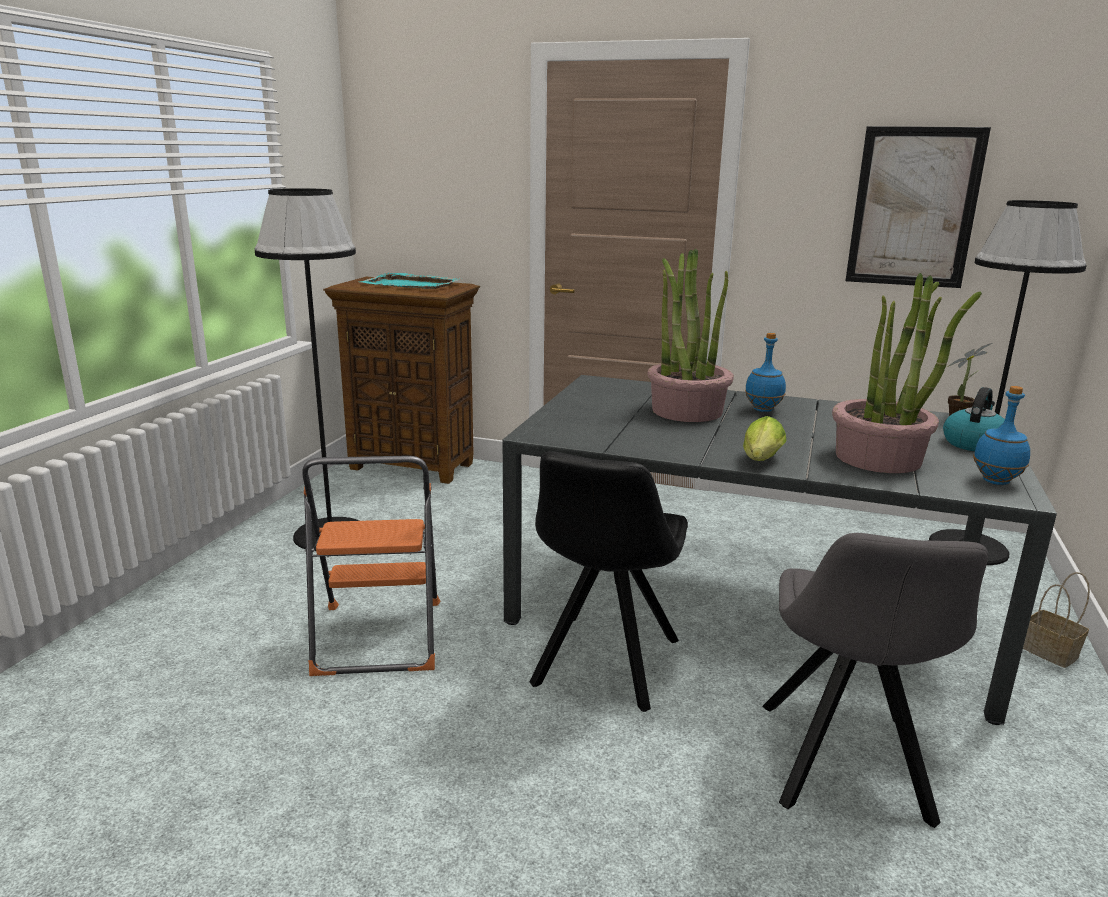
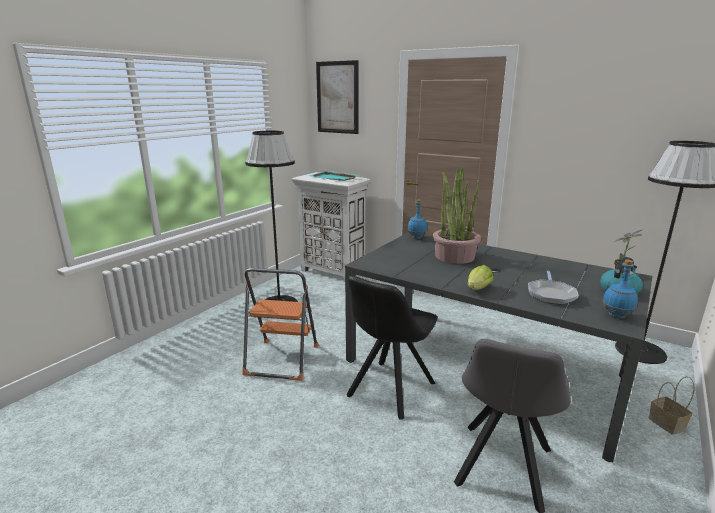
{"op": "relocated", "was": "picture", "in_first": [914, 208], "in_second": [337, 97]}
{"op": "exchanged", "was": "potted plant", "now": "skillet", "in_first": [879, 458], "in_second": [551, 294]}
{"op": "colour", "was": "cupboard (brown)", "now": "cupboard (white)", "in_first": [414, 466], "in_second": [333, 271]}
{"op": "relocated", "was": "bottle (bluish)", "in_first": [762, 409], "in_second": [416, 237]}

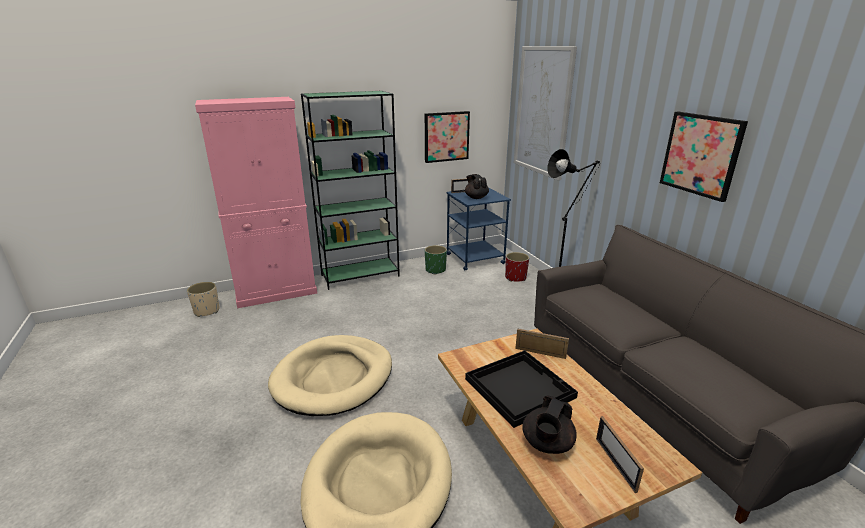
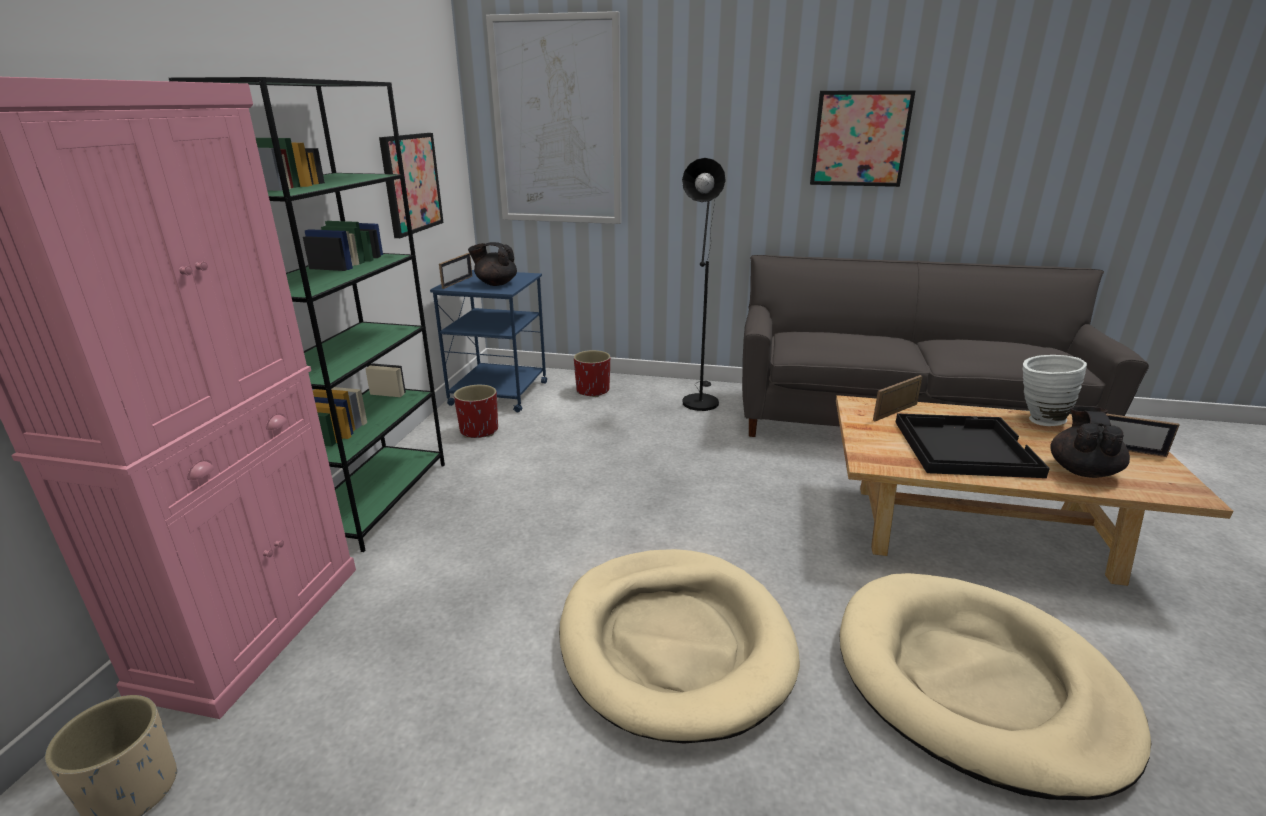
{"op": "colour", "was": "planter (green-coloured)", "now": "planter (reddish)", "in_first": [435, 270], "in_second": [479, 430]}
{"op": "spun", "was": "teapot (black-coloured)", "in_first": [547, 444], "in_second": [1082, 470], "clockwise": -135}
{"op": "appeared", "now": "decorative vase (white)", "in_second": [1037, 420]}

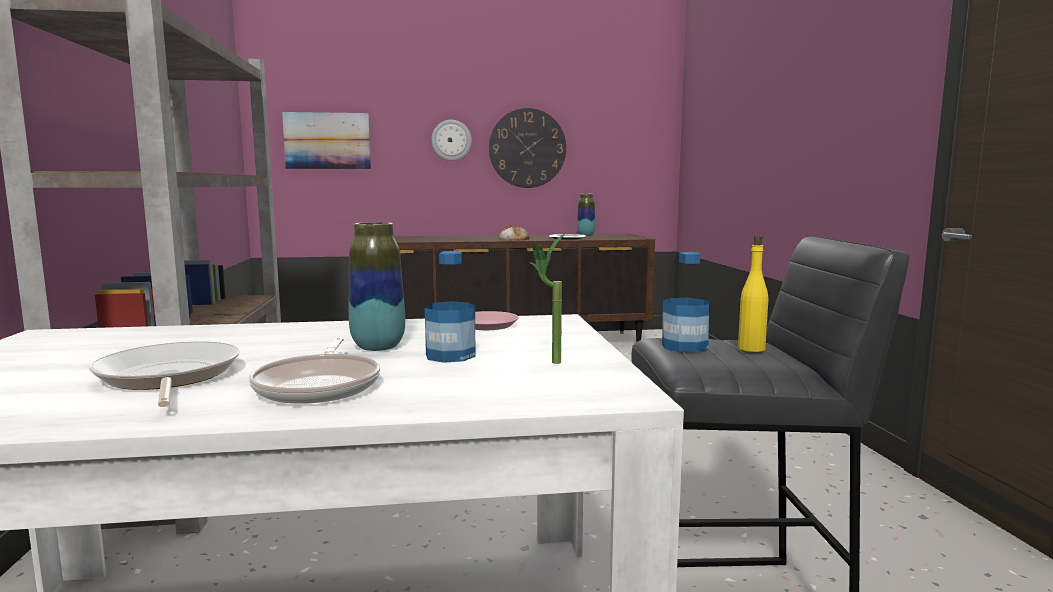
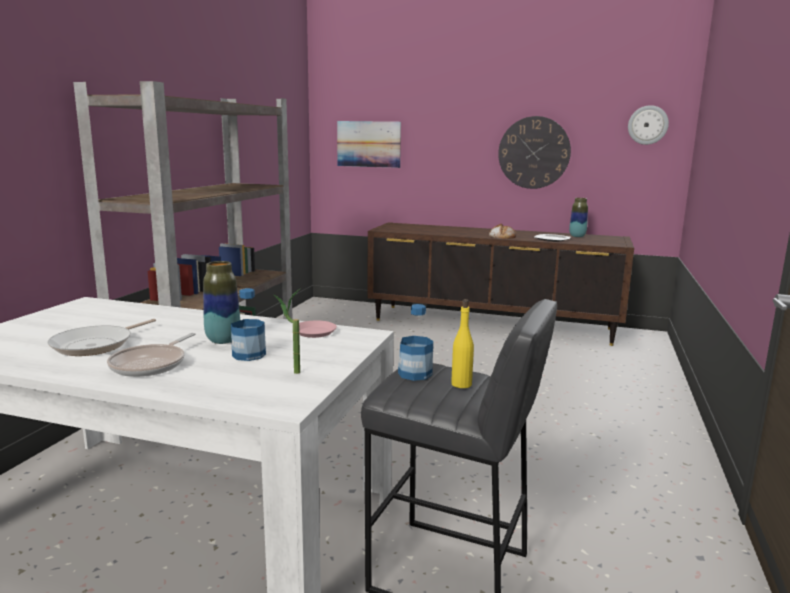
{"op": "relocated", "was": "hanging clock", "in_first": [451, 140], "in_second": [647, 125]}
{"op": "spun", "was": "skillet", "in_first": [168, 377], "in_second": [96, 345], "clockwise": -150}

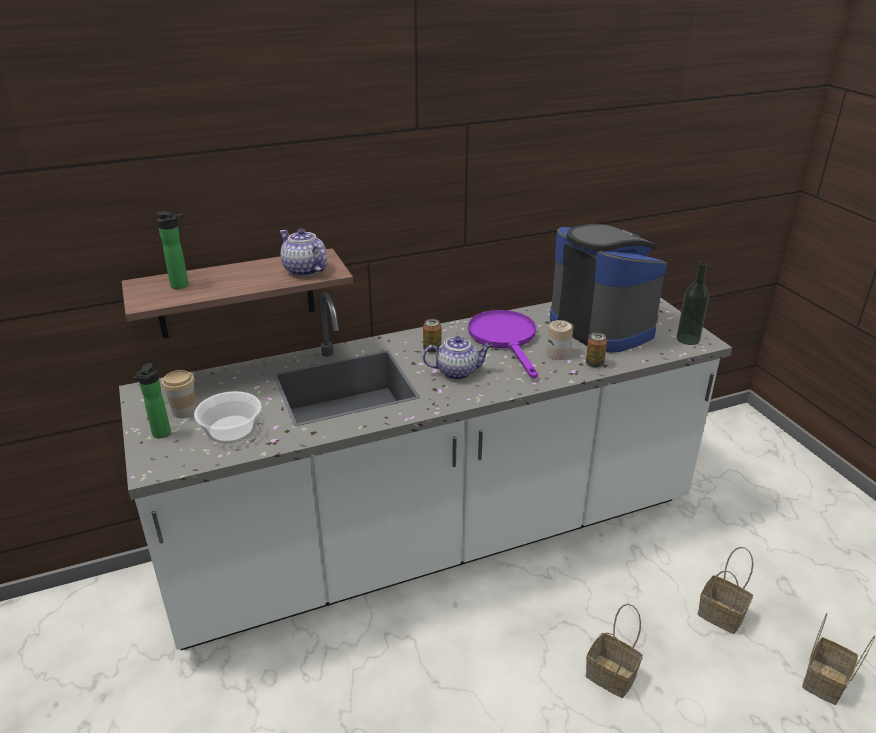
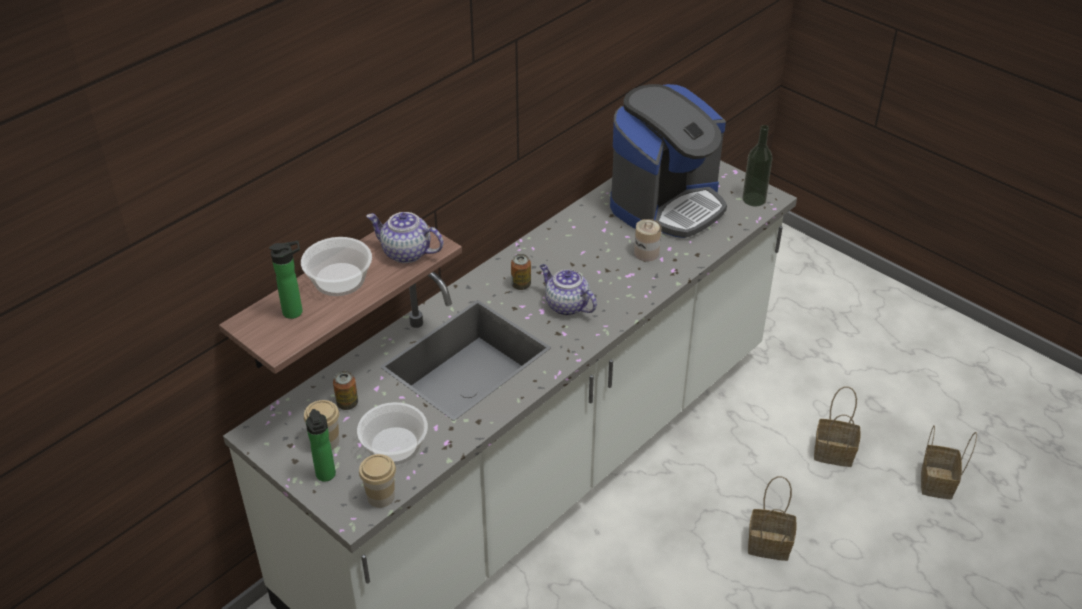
{"op": "spun", "was": "coffee maker", "in_first": [602, 325], "in_second": [667, 204], "clockwise": 105}
{"op": "missing", "was": "skillet (purple)", "in_first": [505, 339]}
{"op": "relocated", "was": "sealed can", "in_first": [594, 364], "in_second": [347, 403]}
{"op": "spun", "was": "teapot", "in_first": [458, 372], "in_second": [566, 305], "clockwise": -105}
{"op": "appeared", "now": "bowl", "in_second": [338, 279]}
{"op": "appeared", "now": "drinking cup", "in_second": [381, 497]}

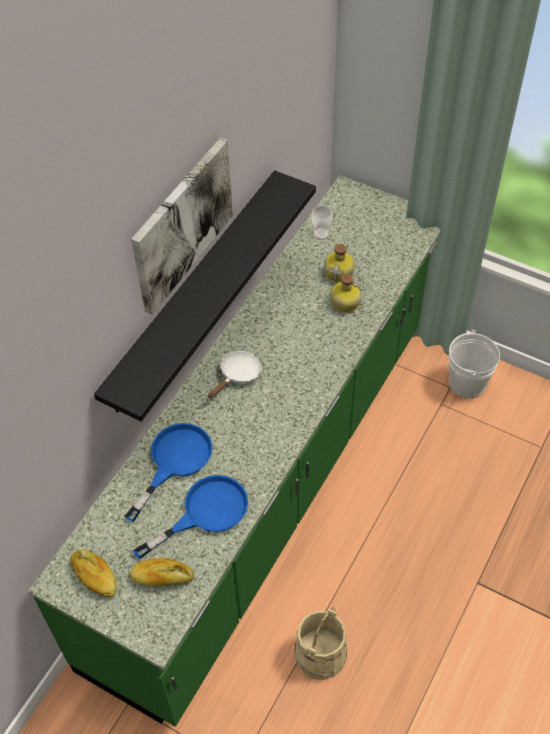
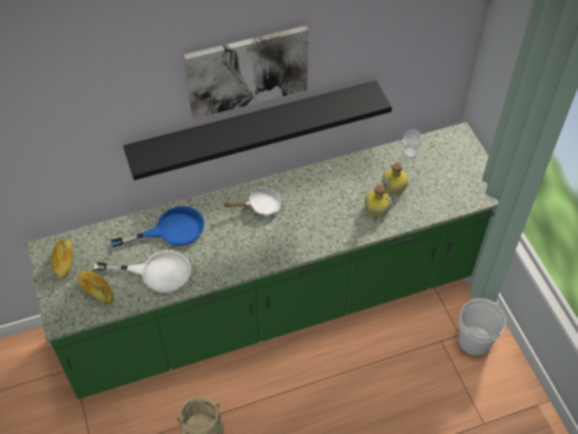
{"op": "colour", "was": "skillet (bluish)", "now": "skillet (white)", "in_first": [205, 512], "in_second": [156, 272]}

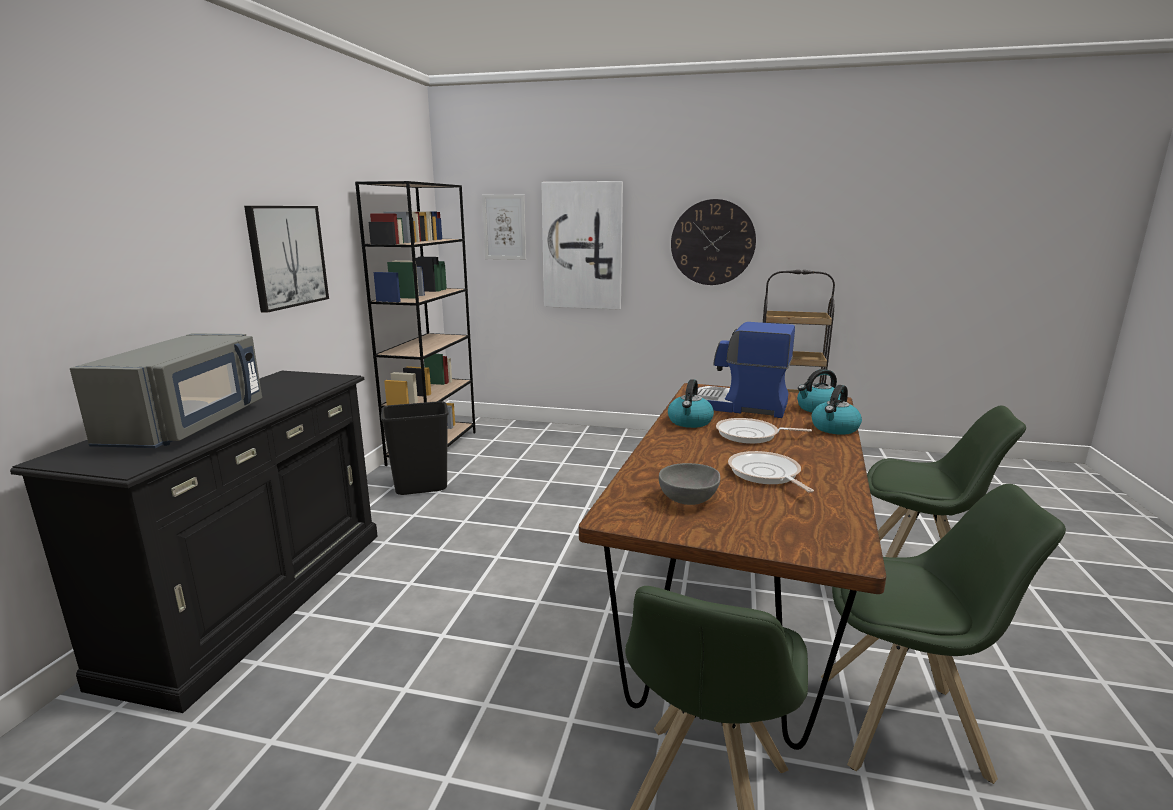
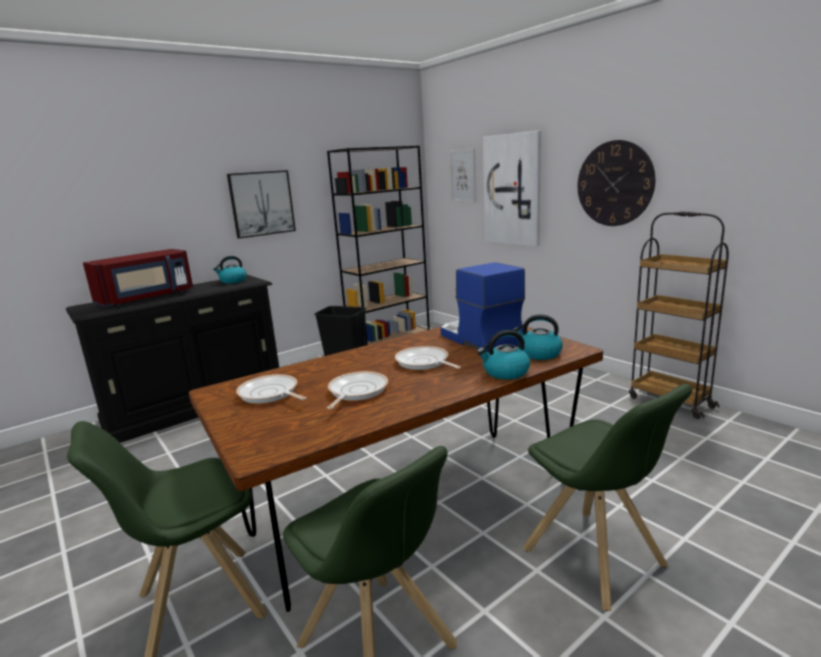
{"op": "colour", "was": "microwave oven (greyish)", "now": "microwave oven (reddish)", "in_first": [190, 425], "in_second": [147, 298]}
{"op": "relocated", "was": "kettle", "in_first": [690, 422], "in_second": [233, 281]}
{"op": "exchanged", "was": "bowl (greyish)", "now": "skillet", "in_first": [689, 500], "in_second": [270, 394]}

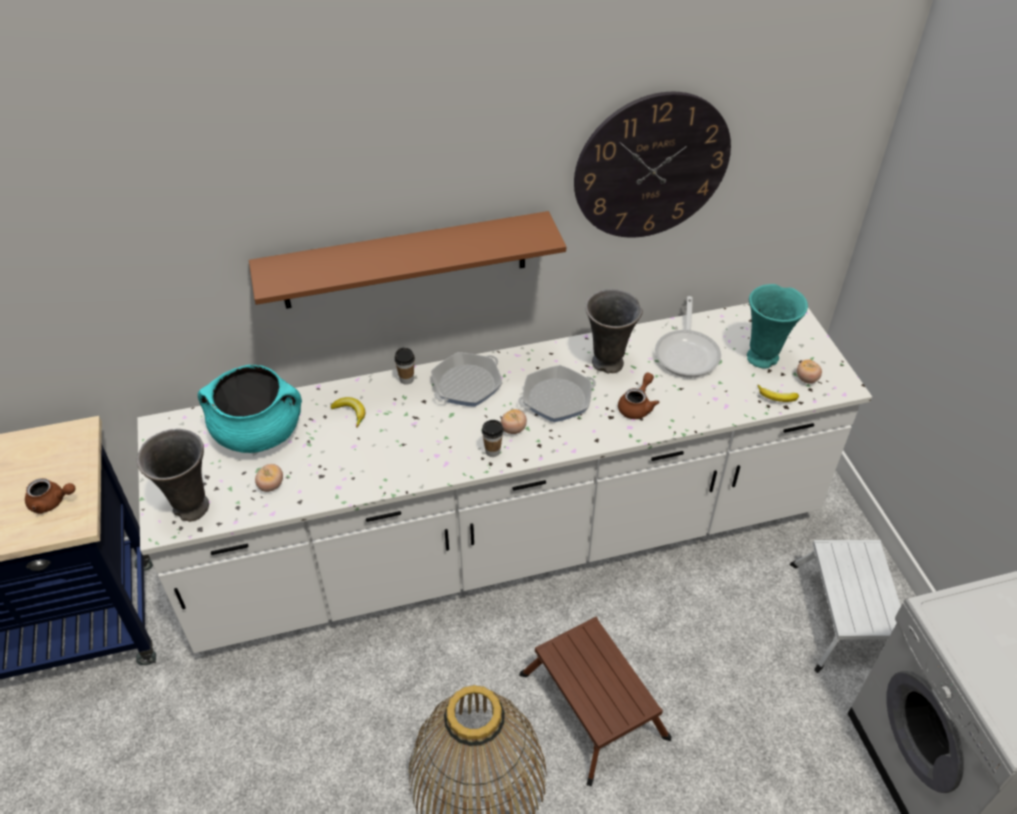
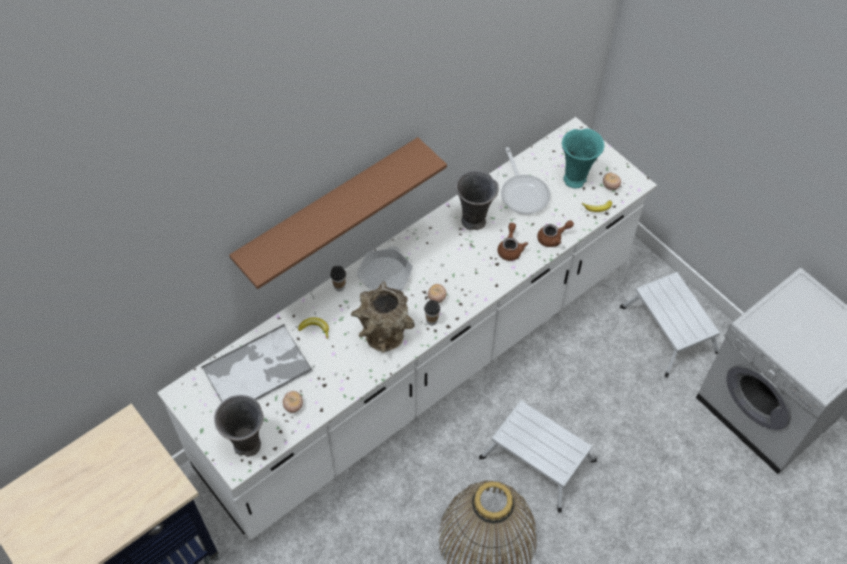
{"op": "missing", "was": "hanging clock", "in_first": [651, 167]}
{"op": "exchanged", "was": "stockpot (blue-green)", "now": "carrying tray", "in_first": [259, 432], "in_second": [258, 369]}
{"op": "missing", "was": "skillet", "in_first": [556, 399]}
{"op": "relocated", "was": "teapot (brown)", "in_first": [51, 502], "in_second": [553, 238]}
{"op": "colour", "was": "stepladder (brown)", "now": "stepladder (white)", "in_first": [593, 704], "in_second": [537, 458]}
{"op": "appeared", "now": "decorative vase (brown)", "in_second": [382, 334]}

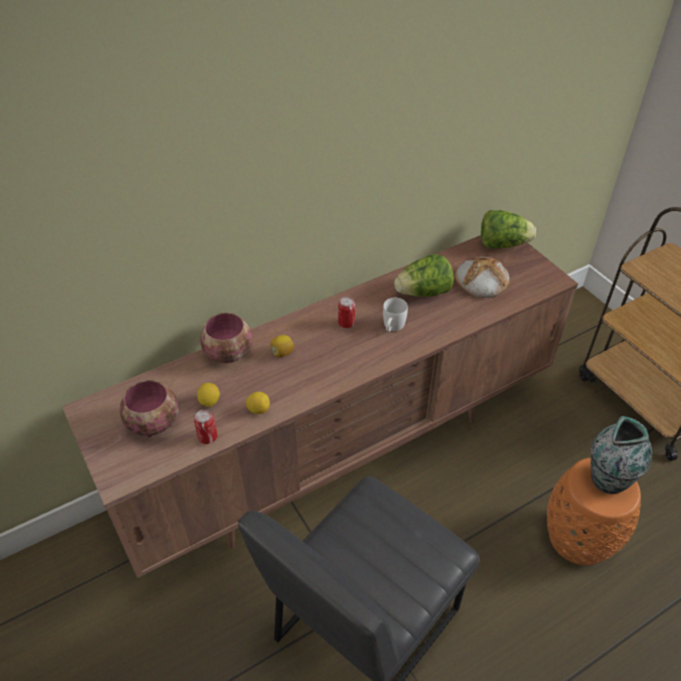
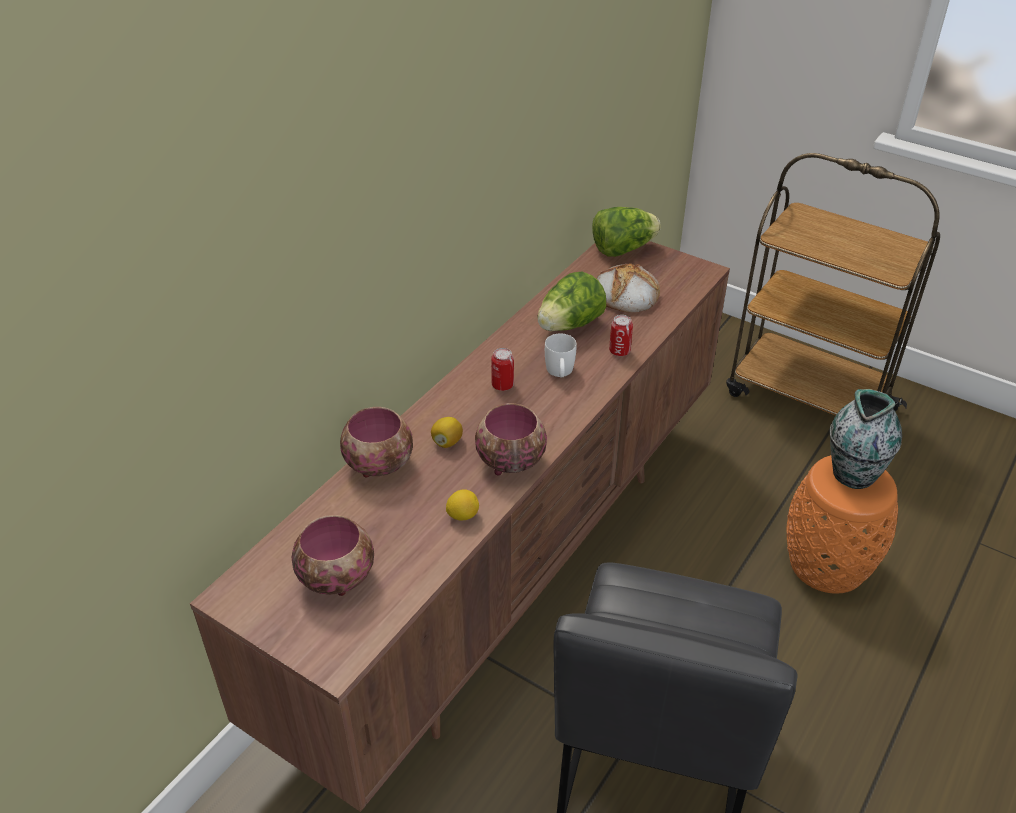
{"op": "missing", "was": "whole lemon", "in_first": [209, 401]}
{"op": "relocated", "was": "sealed can", "in_first": [208, 437], "in_second": [619, 351]}
{"op": "appeared", "now": "bowl", "in_second": [509, 461]}

